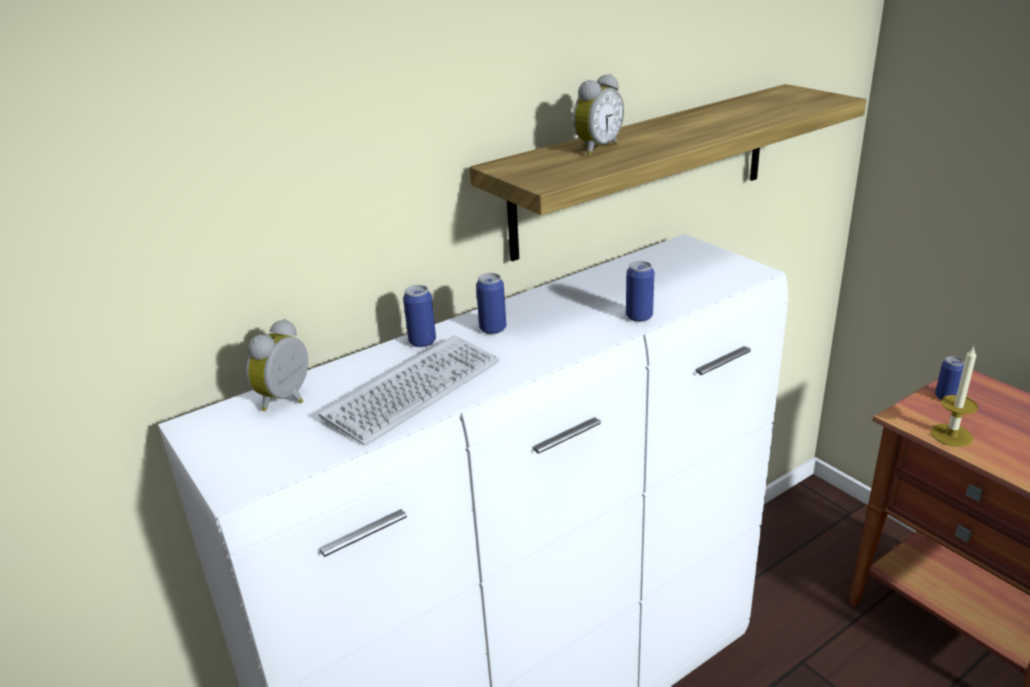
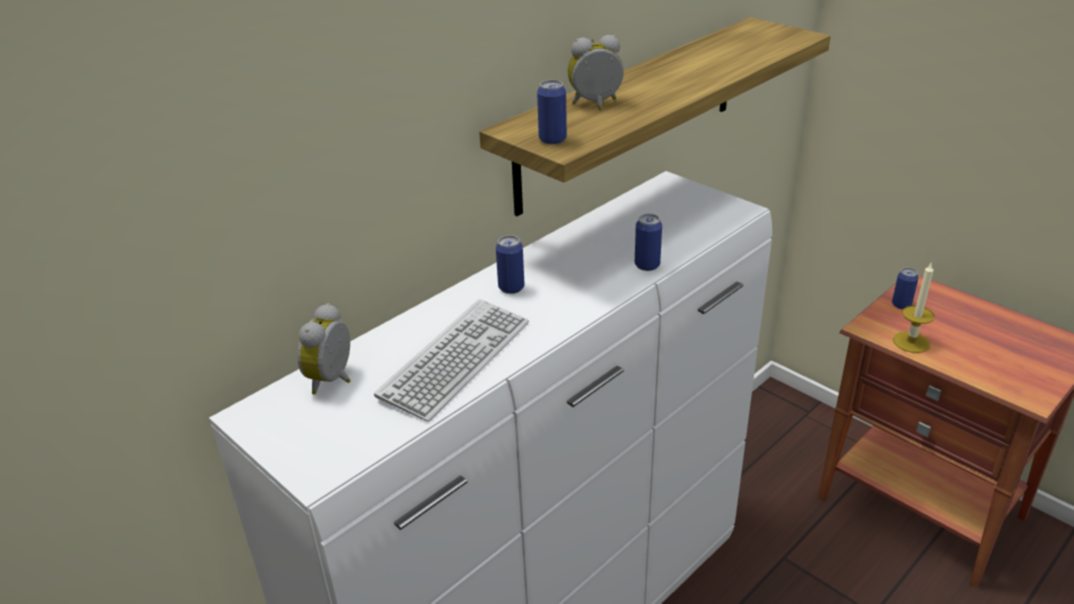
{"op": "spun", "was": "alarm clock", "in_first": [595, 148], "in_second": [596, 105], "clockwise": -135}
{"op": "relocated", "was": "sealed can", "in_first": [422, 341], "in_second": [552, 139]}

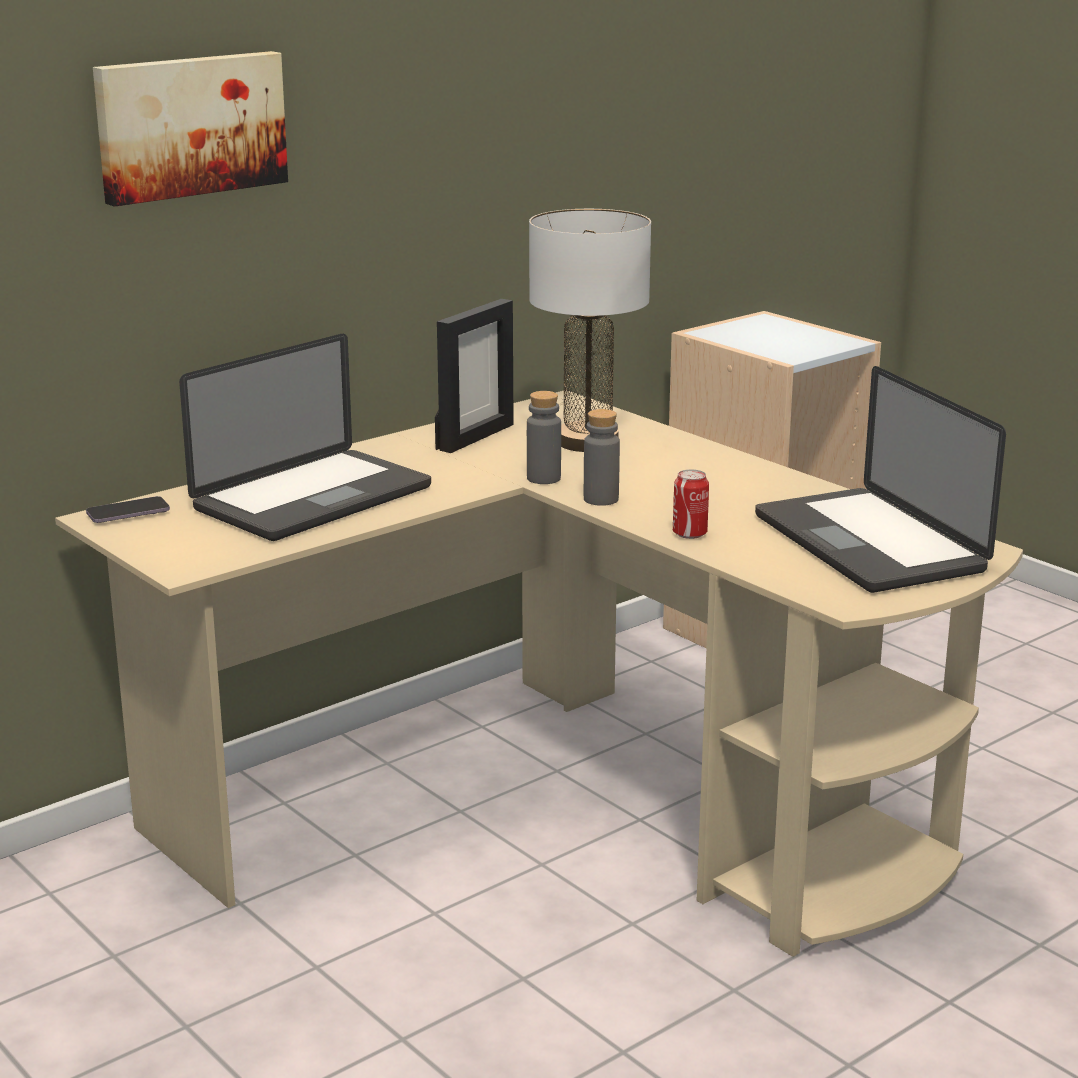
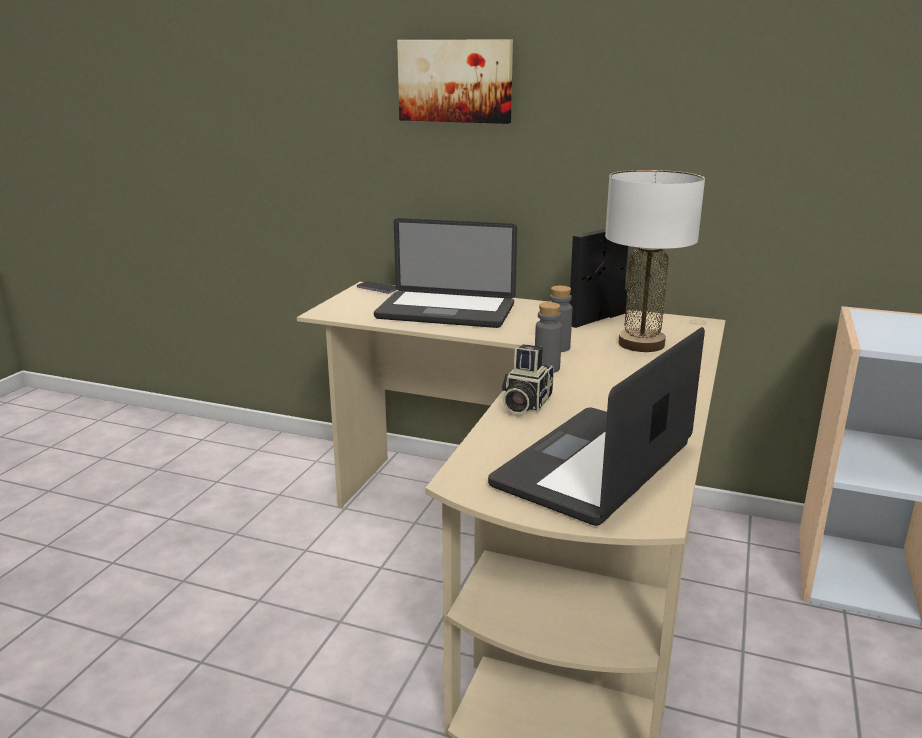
{"op": "spun", "was": "photo frame", "in_first": [475, 437], "in_second": [597, 319], "clockwise": 135}
{"op": "exchanged", "was": "sealed can", "now": "still camera", "in_first": [689, 534], "in_second": [524, 404]}

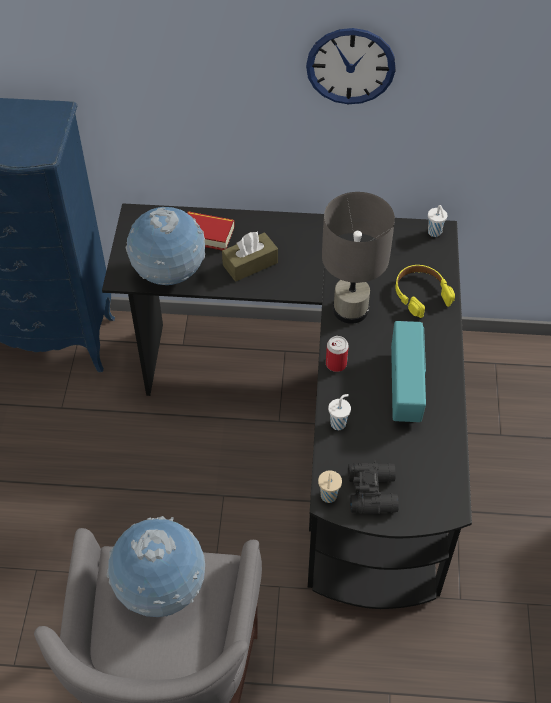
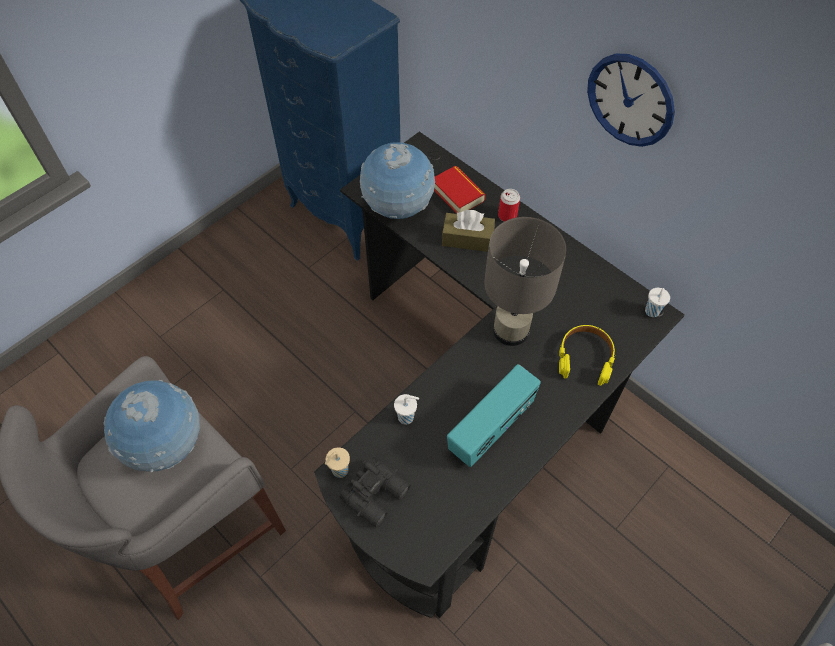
{"op": "relocated", "was": "sealed can", "in_first": [336, 364], "in_second": [507, 215]}

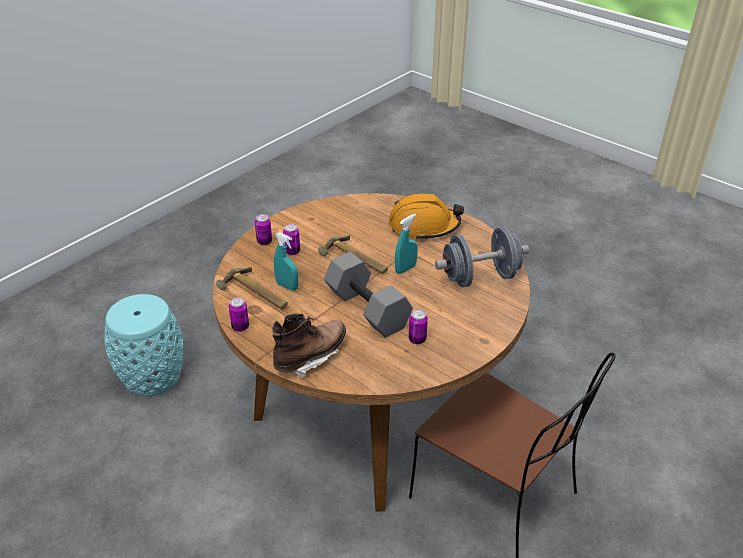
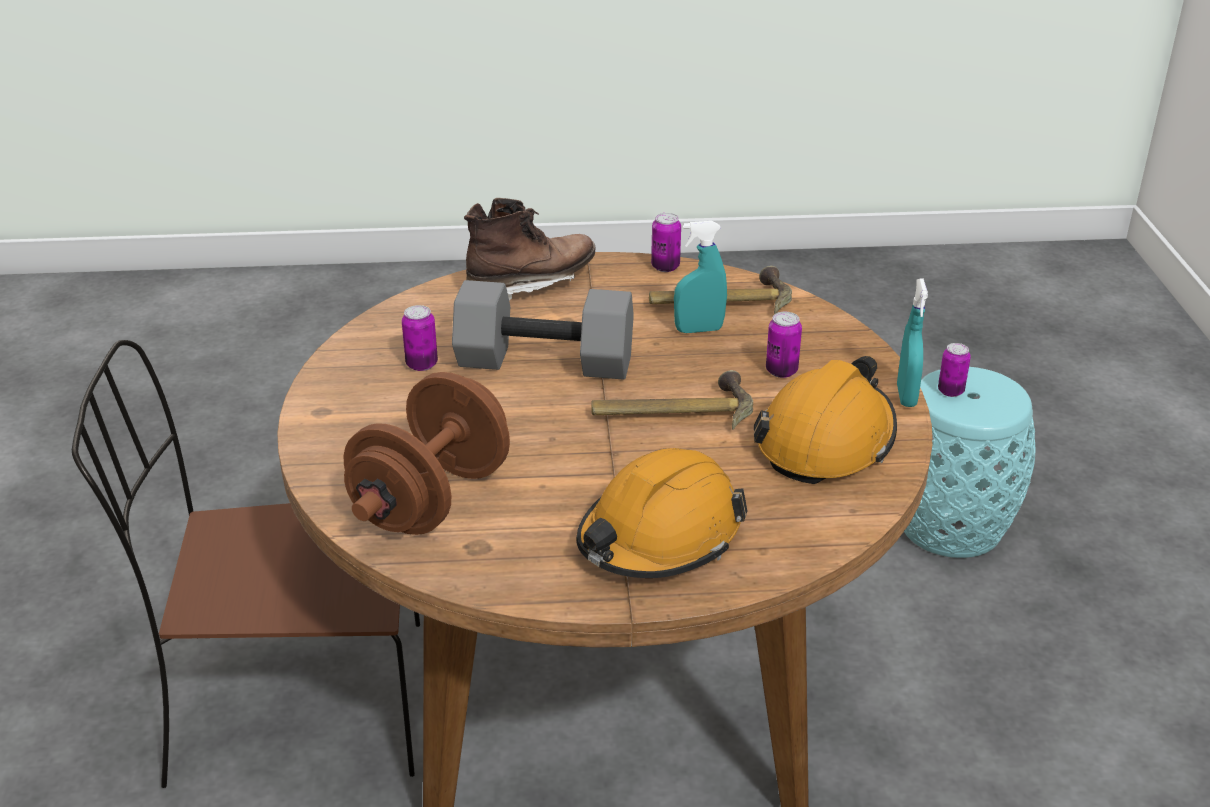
{"op": "relocated", "was": "sealed can", "in_first": [264, 242], "in_second": [950, 391]}
{"op": "relocated", "was": "sprayer (blue-green)", "in_first": [405, 269], "in_second": [906, 396]}
{"op": "colour", "was": "free weight (greyish)", "now": "free weight (brown)", "in_first": [480, 277], "in_second": [432, 499]}
{"op": "spun", "was": "boot (brown)", "in_first": [310, 357], "in_second": [531, 284], "clockwise": -120}
{"op": "appeared", "now": "work helmet (orange)", "in_second": [826, 440]}

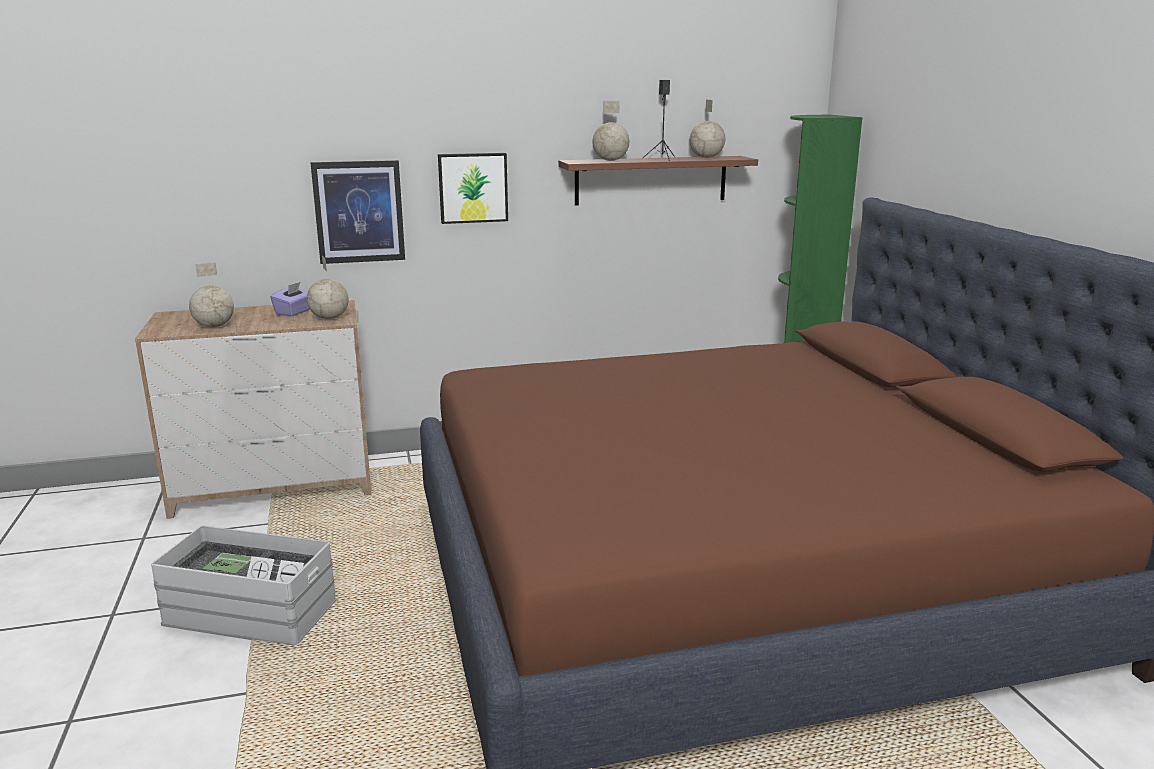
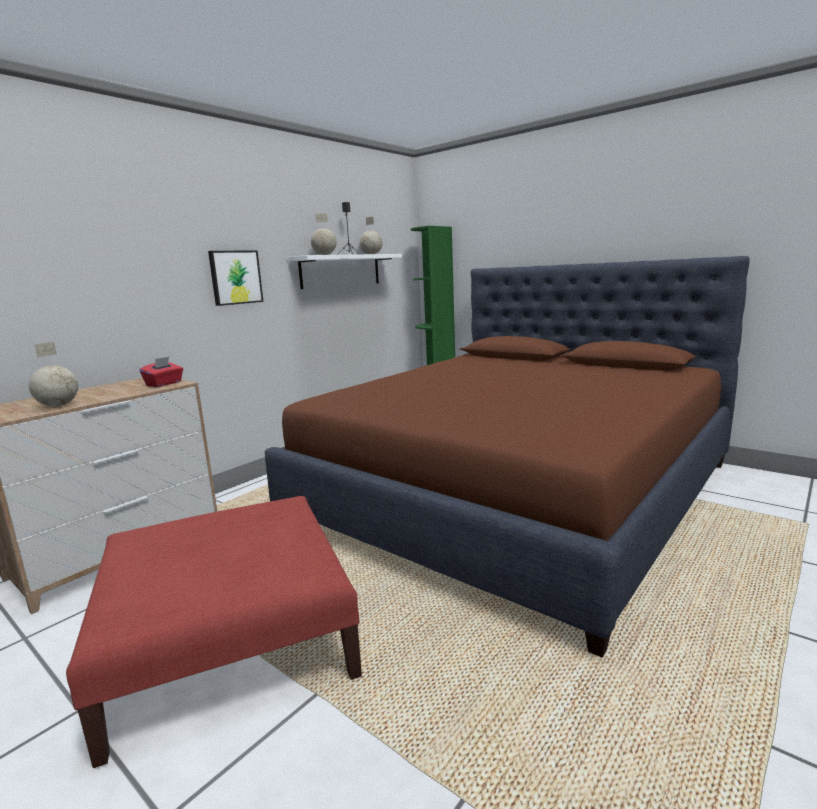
{"op": "colour", "was": "bracket shelf (brown)", "now": "bracket shelf (white)", "in_first": [651, 180], "in_second": [341, 271]}
{"op": "missing", "was": "picture", "in_first": [359, 212]}
{"op": "exchanged", "was": "world globe", "now": "tissue holder (reddish)", "in_first": [329, 318], "in_second": [164, 384]}
{"op": "missing", "was": "tissue holder (purple)", "in_first": [294, 312]}
{"op": "exchanged", "was": "storage container (greyish)", "now": "pouffe (reddish)", "in_first": [252, 611], "in_second": [231, 639]}

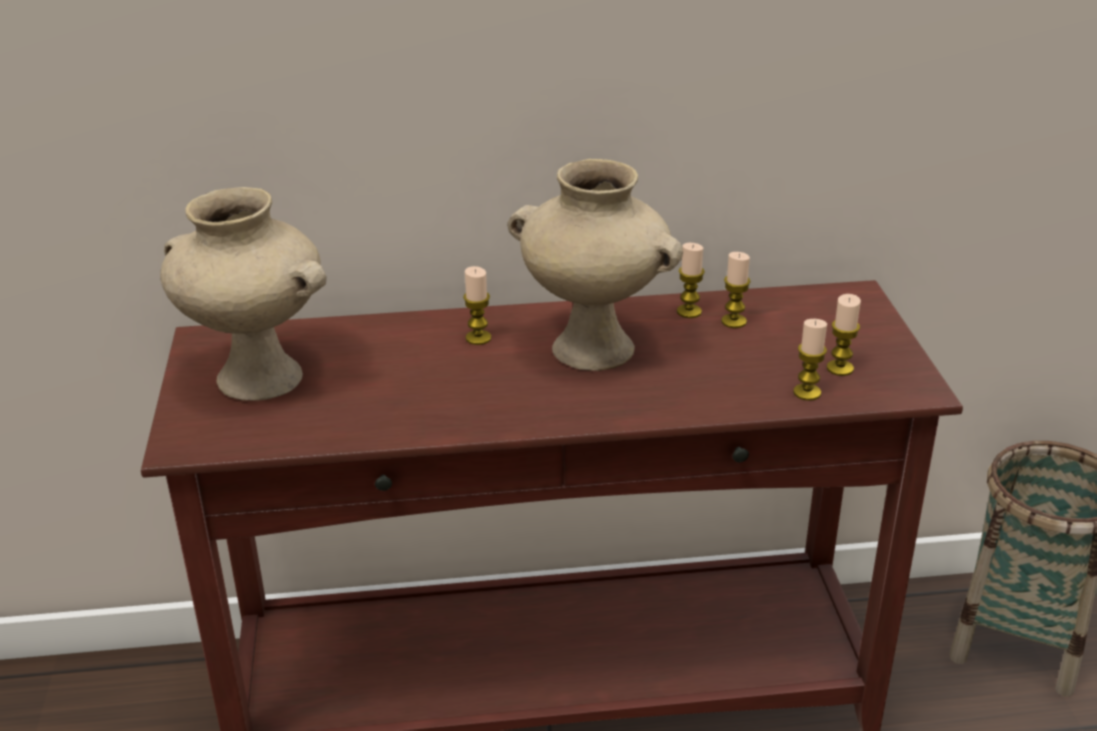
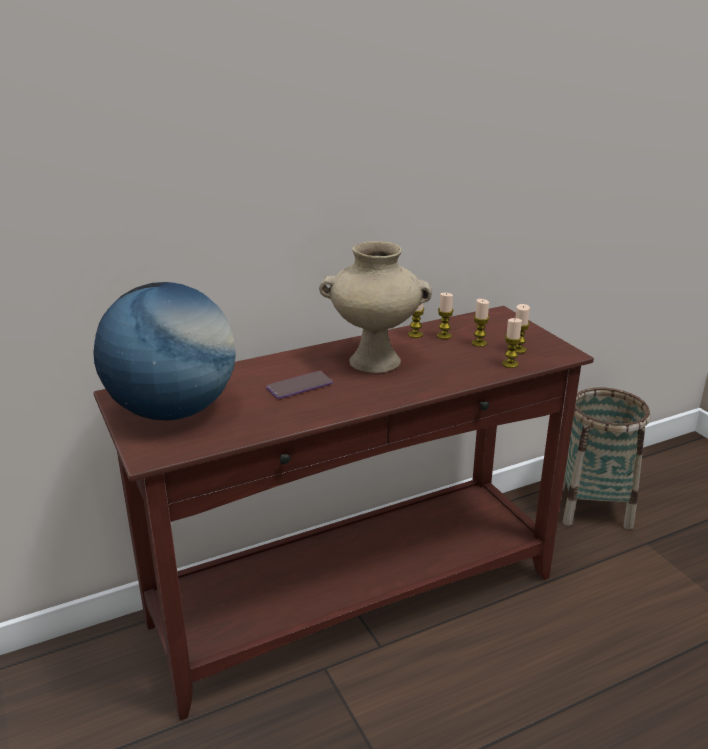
{"op": "exchanged", "was": "decorative vase (beige)", "now": "world globe", "in_first": [256, 379], "in_second": [173, 411]}
{"op": "relocated", "was": "candle", "in_first": [478, 338], "in_second": [479, 343]}
{"op": "appeared", "now": "handset", "in_second": [299, 386]}

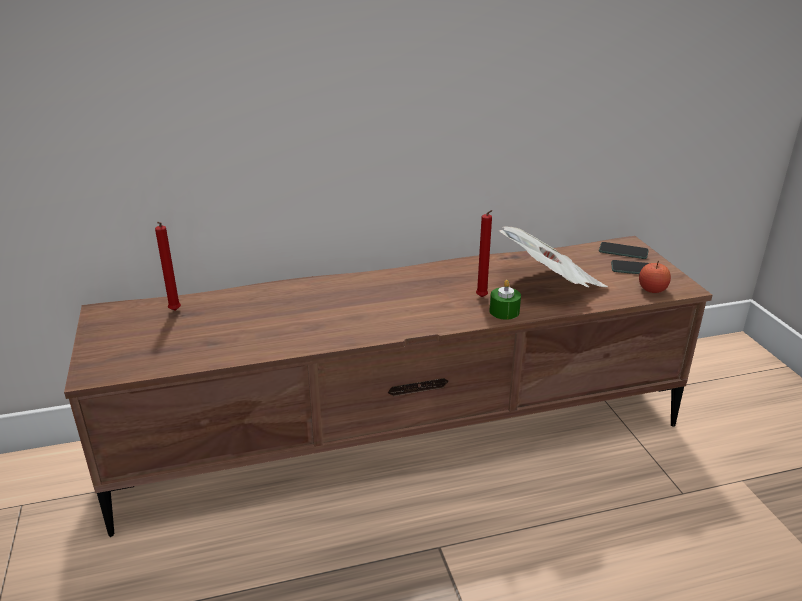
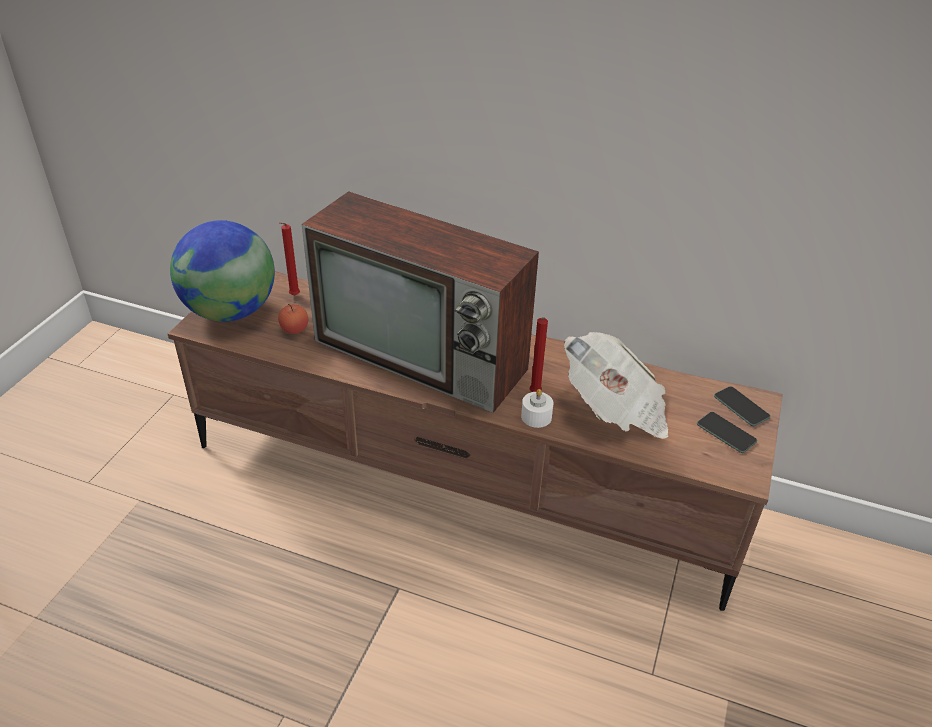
{"op": "relocated", "was": "apple", "in_first": [652, 289], "in_second": [294, 329]}
{"op": "colour", "was": "candle (green-coloured)", "now": "candle (white)", "in_first": [504, 311], "in_second": [536, 417]}
{"op": "appeared", "now": "TV", "in_second": [424, 356]}
{"op": "appeared", "now": "world globe", "in_second": [231, 311]}

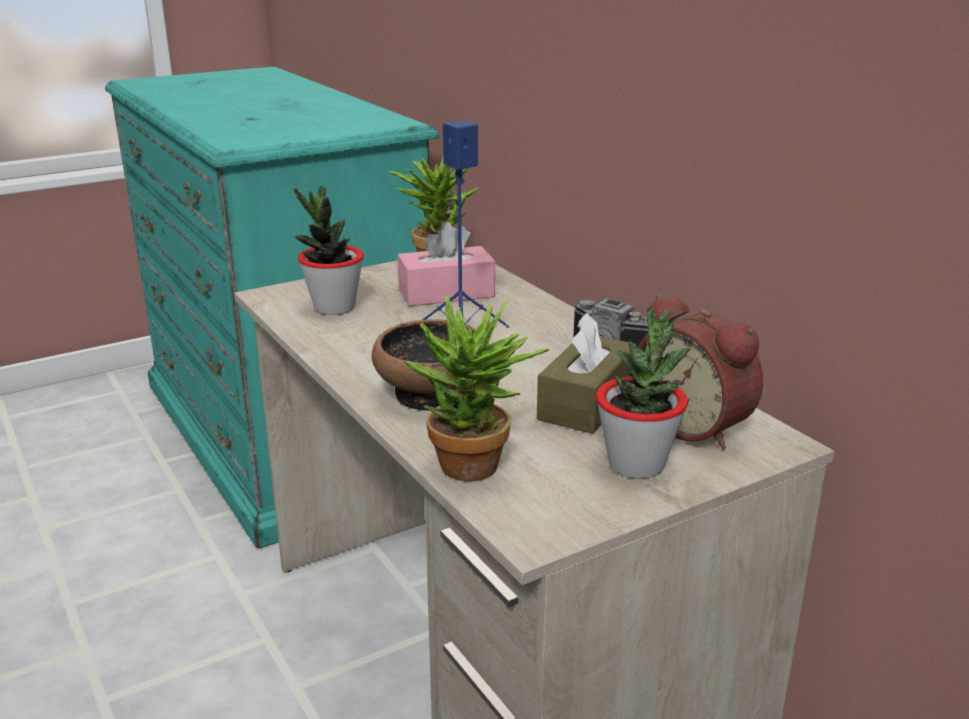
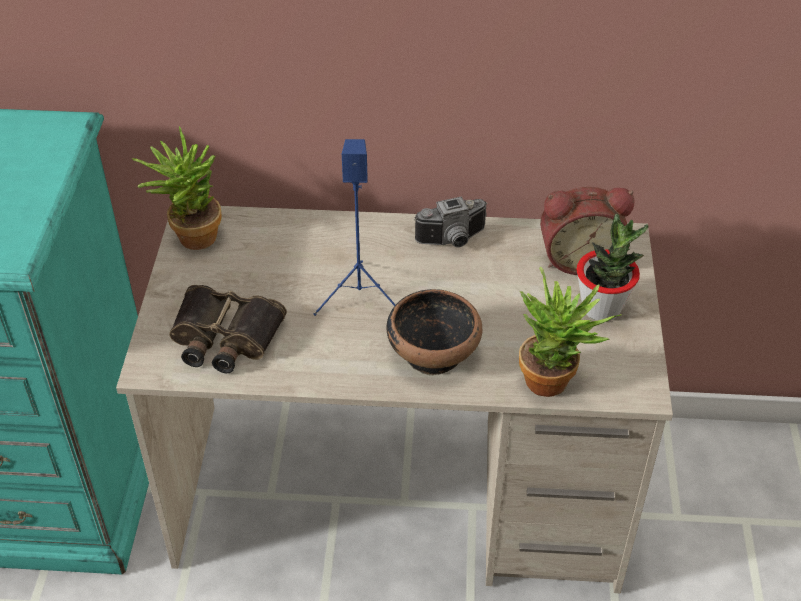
{"op": "exchanged", "was": "potted plant", "now": "binoculars", "in_first": [334, 307], "in_second": [223, 338]}
{"op": "missing", "was": "tissue holder (pinkish)", "in_first": [446, 293]}
{"op": "missing", "was": "tissue holder (brown)", "in_first": [586, 403]}

